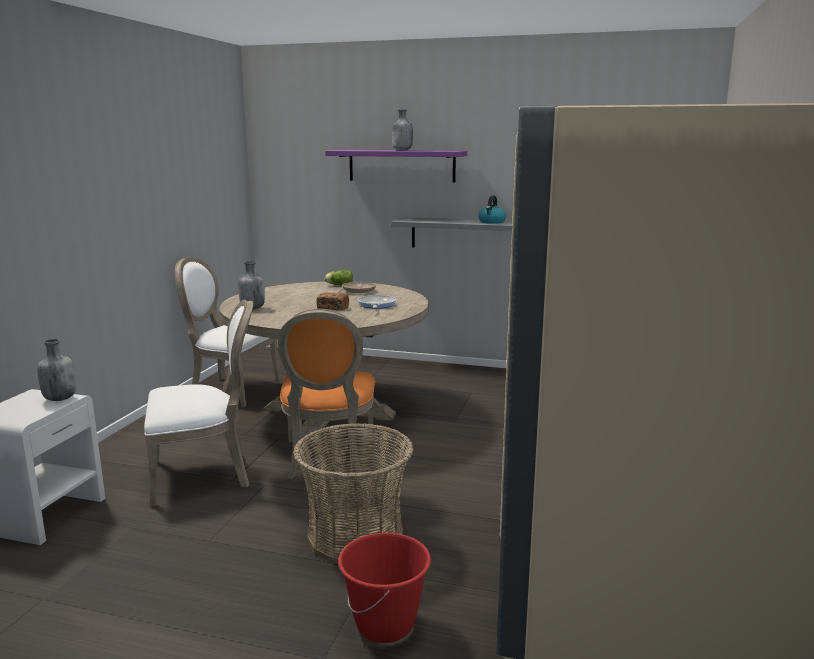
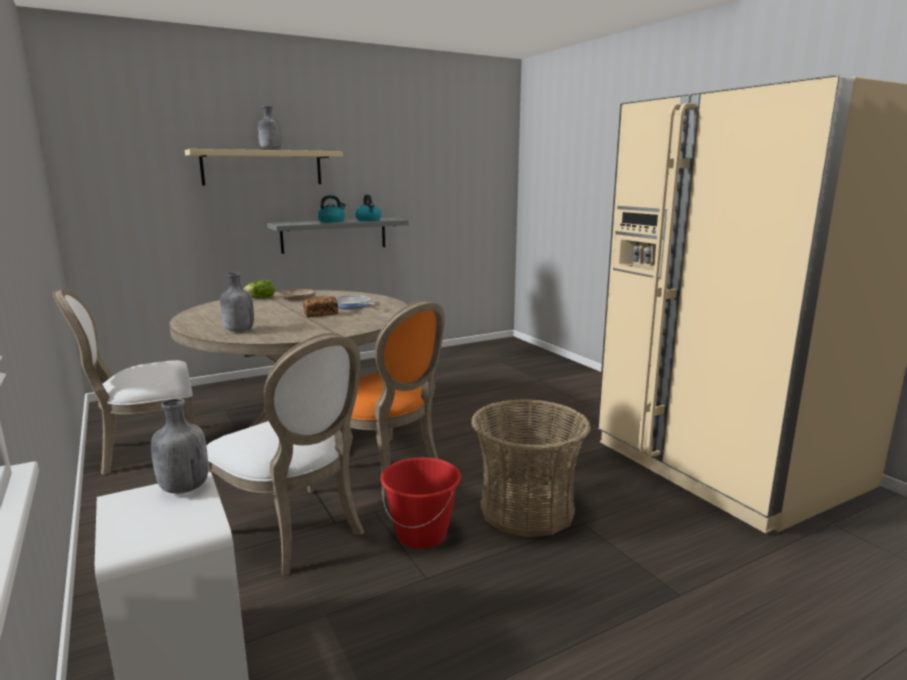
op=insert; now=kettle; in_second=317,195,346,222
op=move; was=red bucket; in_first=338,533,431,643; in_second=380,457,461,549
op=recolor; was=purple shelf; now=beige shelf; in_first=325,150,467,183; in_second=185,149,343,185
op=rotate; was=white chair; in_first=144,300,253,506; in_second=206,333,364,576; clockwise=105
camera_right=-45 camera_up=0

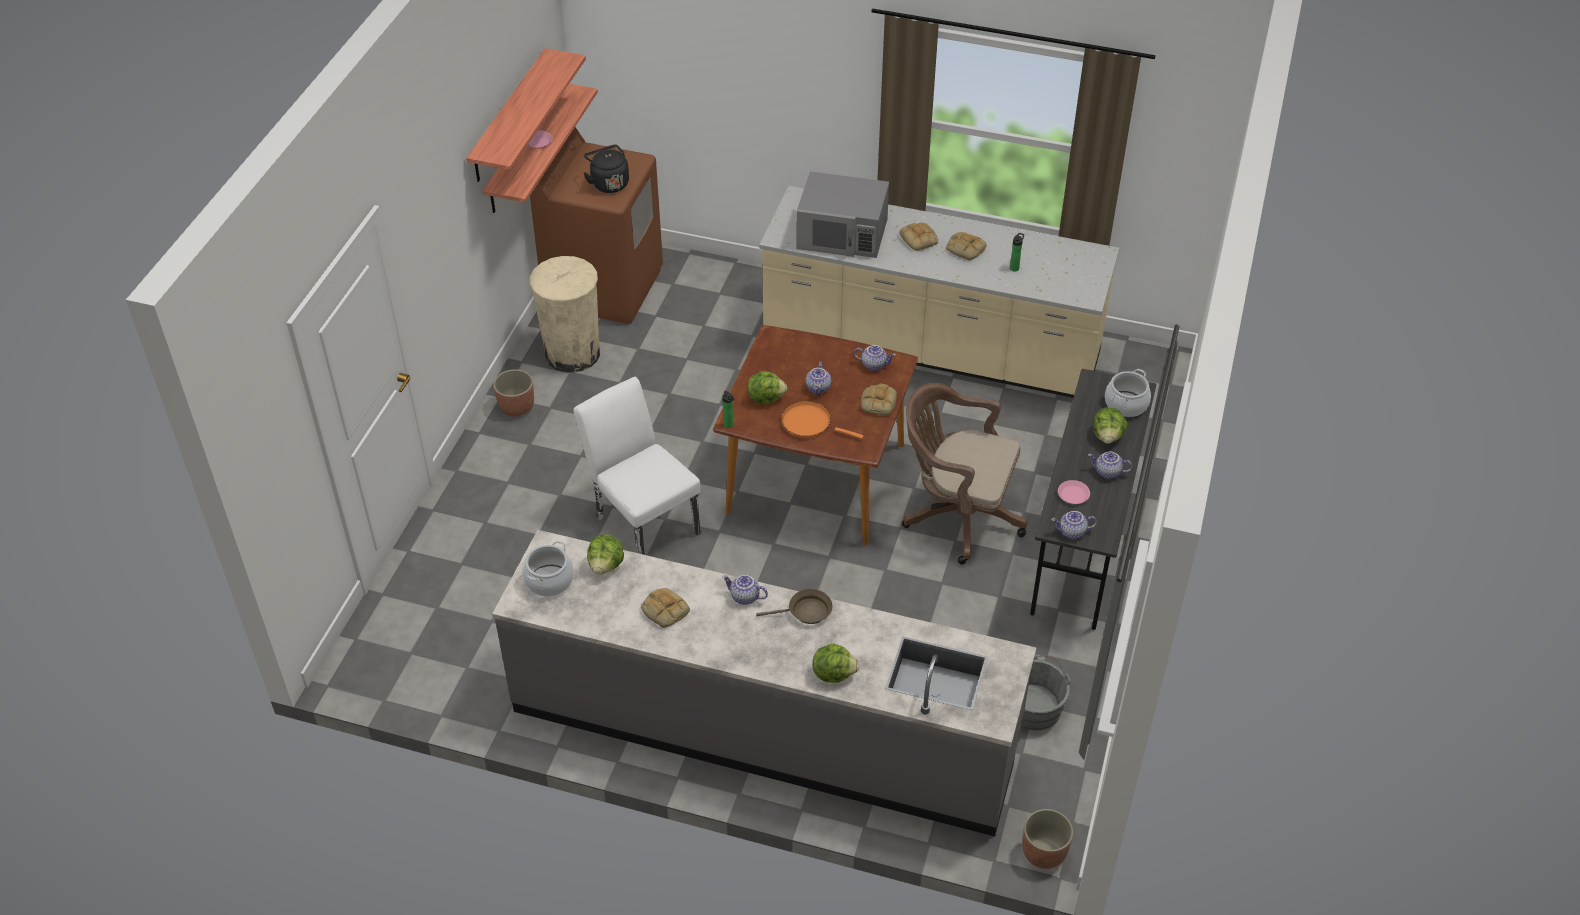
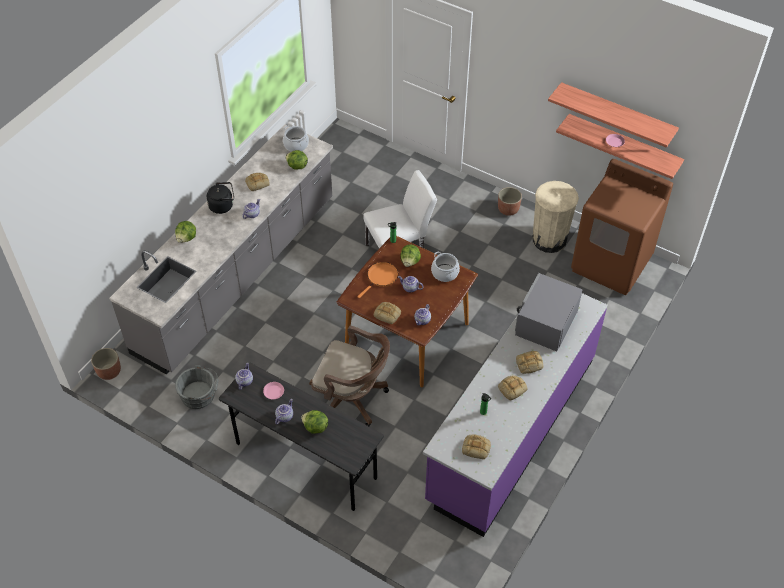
op=delete; was=brown frying pan; in_first=756,589,833,624
op=insert; now=bread; in_second=462,435,491,459
op=move; was=black kettle; in_first=584,144,629,193; in_second=206,182,234,214
op=move; was=cooking pot; in_first=1105,369,1151,417; in_second=431,252,460,282
op=recolor; was=beige counter; now=purple counter; in_first=759,186,1120,398; in_second=423,293,608,537
op=rotate; was=brown office chair; in_first=902,383,1028,564; in_second=309,326,390,427; clockwise=75
camera_right=105 camera_up=5

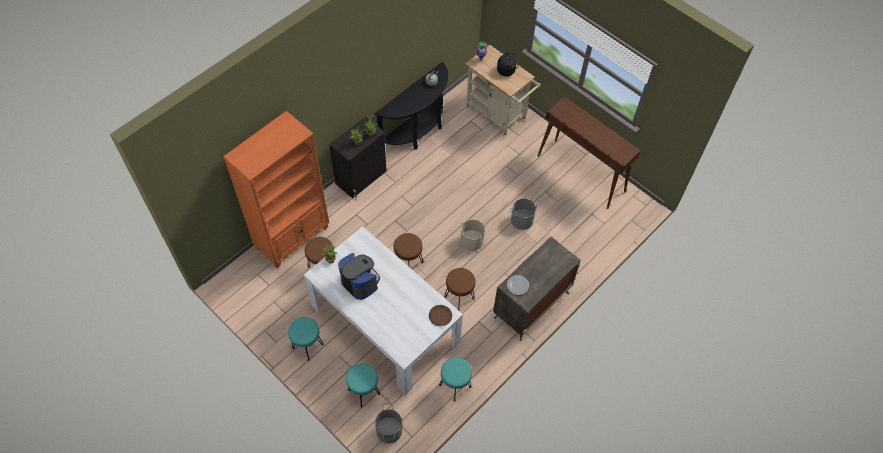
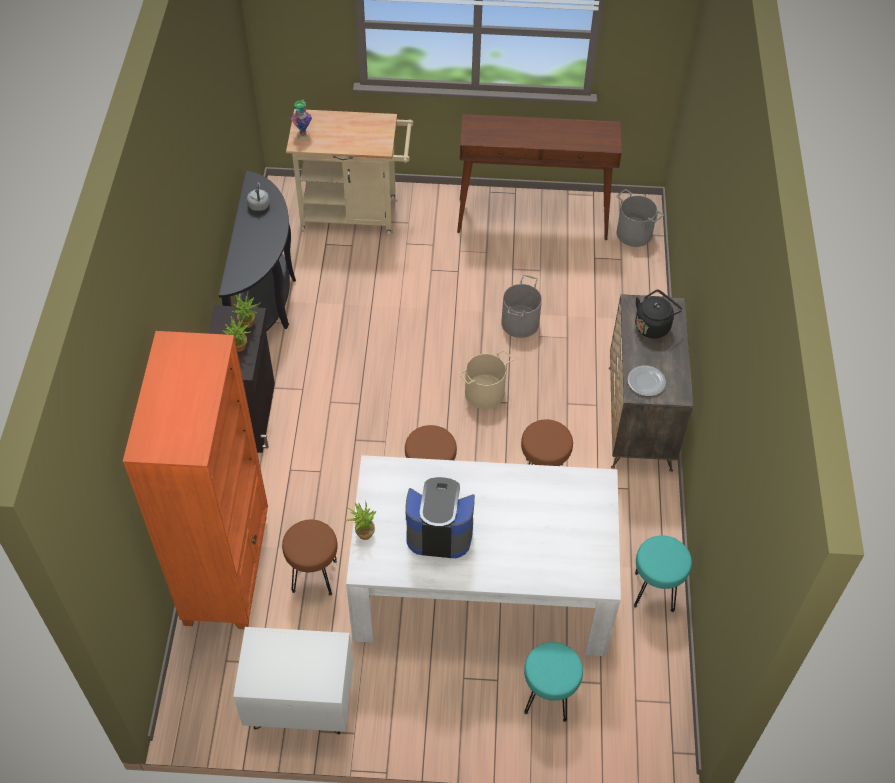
op=delete; was=turquoise stool; in_first=288,317,324,361
op=delete; was=brown plate; in_first=429,305,452,326
op=insert; now=white nightstand; in_second=233,627,353,734
op=move; was=grey bucket; in_first=375,403,402,443; in_second=616,189,664,247
op=move; was=black kettle; in_first=497,52,518,76; in_second=635,289,682,338
camera_right=-40 camera_up=-5

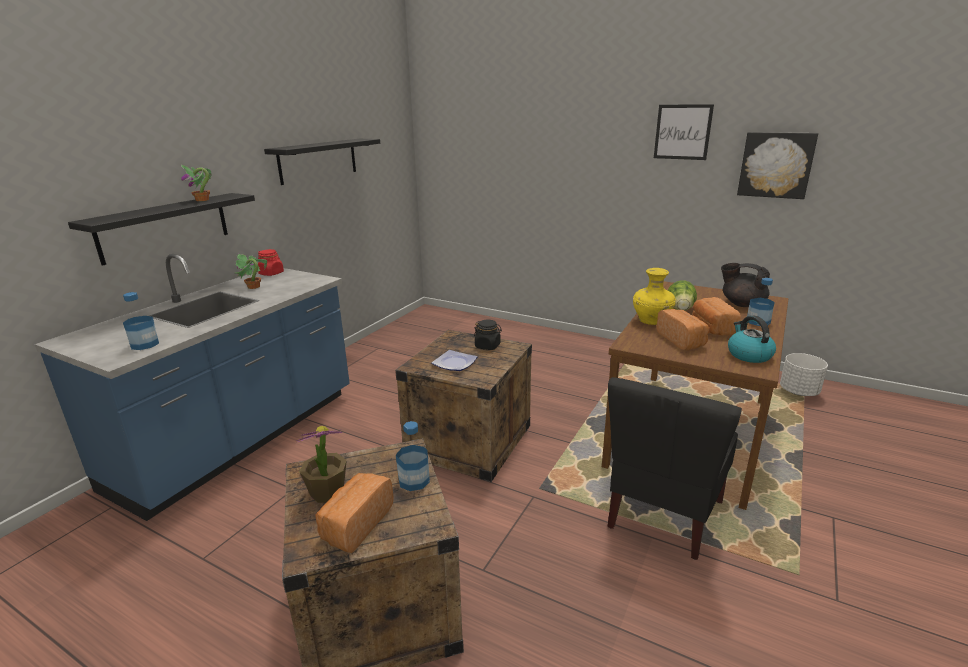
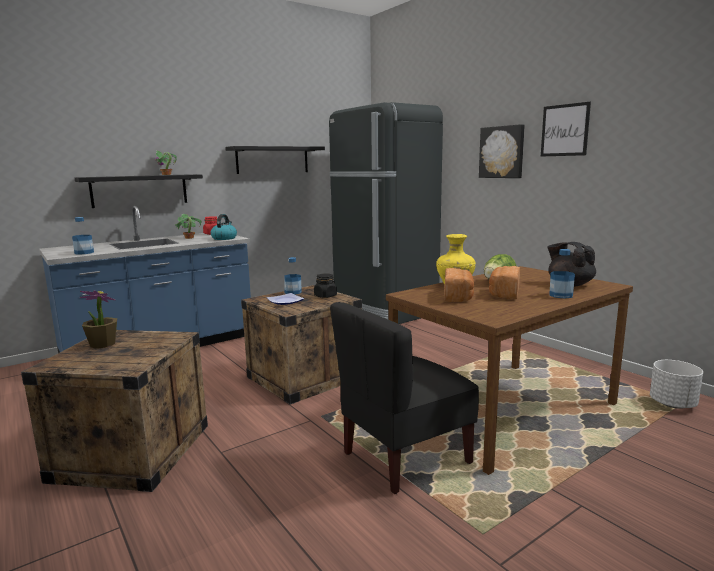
op=delete; was=bread; in_first=315,473,394,553
op=insert; now=black fridge; in_second=329,102,443,324
op=move; was=bottle; in_first=396,421,430,491; in_second=284,257,302,294
op=move; was=kettle; in_first=728,316,776,363; in_second=211,214,237,240
op=move; was=picture; in_first=737,132,818,199; in_second=479,124,525,178
camera_right=25 camera_up=-10

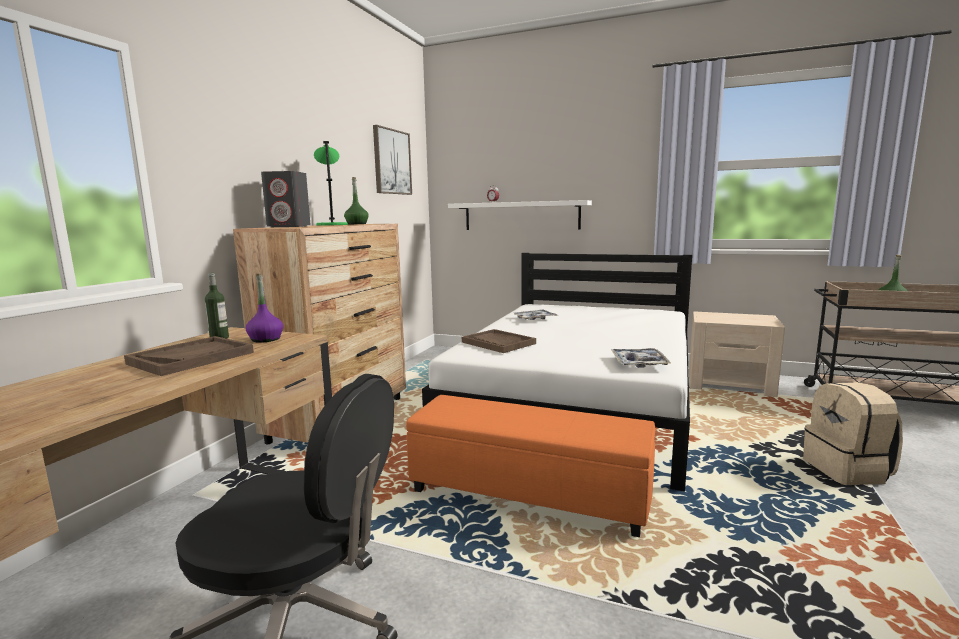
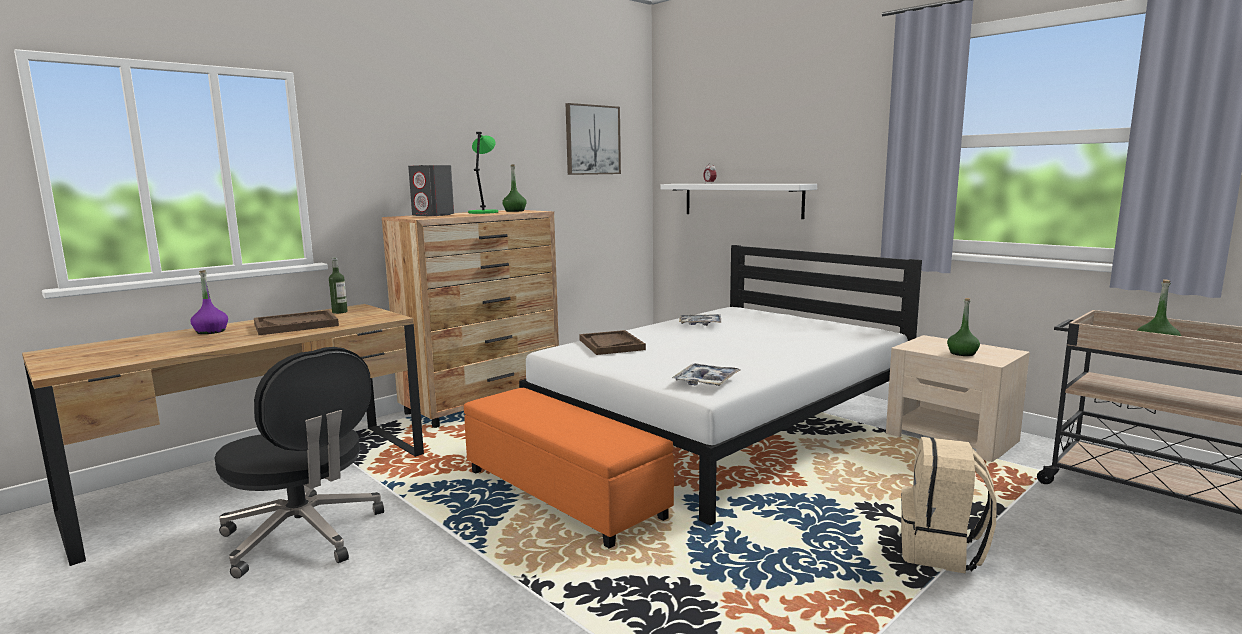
op=insert; now=green bottle; in_second=947,298,980,356
op=move; was=purple bottle; in_first=245,273,283,343; in_second=190,270,228,334
camera_right=25 camera_up=0

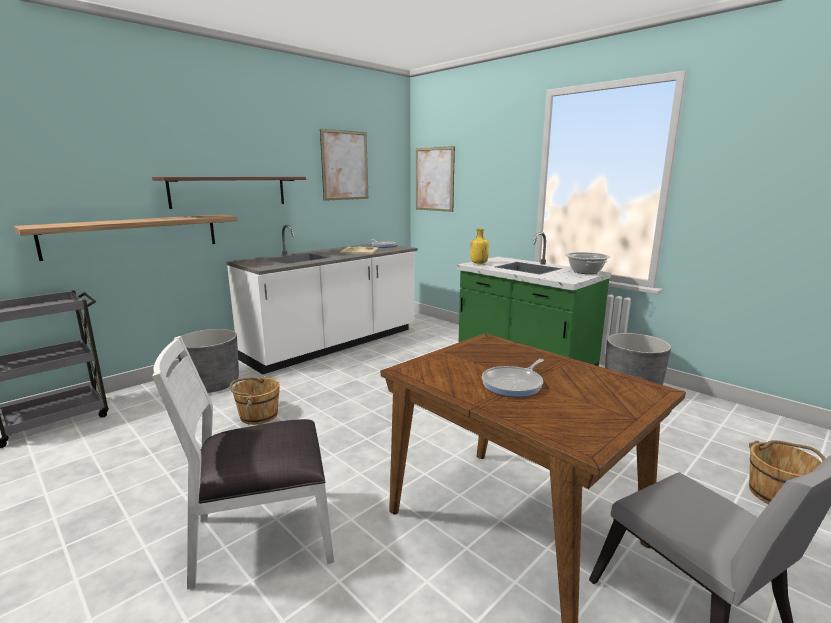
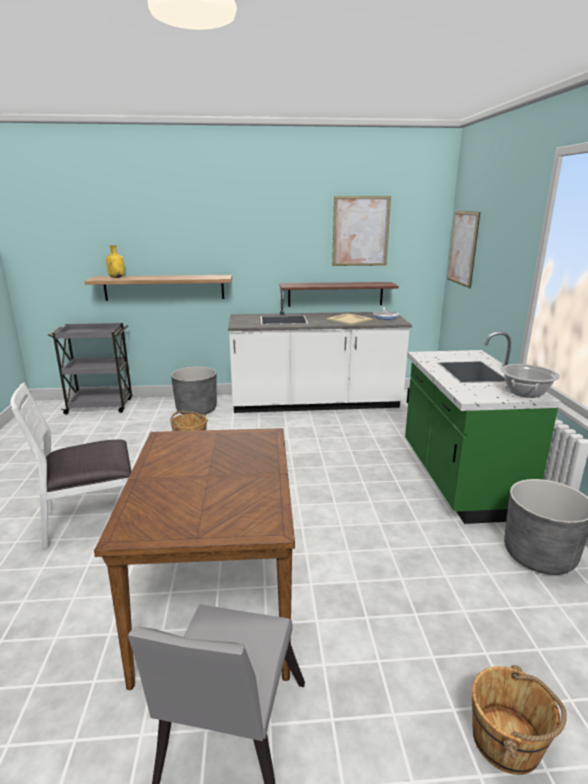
op=delete; was=frying pan; in_first=482,359,544,397
op=move; was=shelf; in_first=152,177,306,209; in_second=279,282,399,307
op=move; was=yellow bottle; in_first=470,229,489,264; in_second=106,245,125,278
op=rotate; was=white chair; in_first=152,336,334,589; in_second=10,383,132,550; clockwise=-45
camera_right=40 camera_up=5

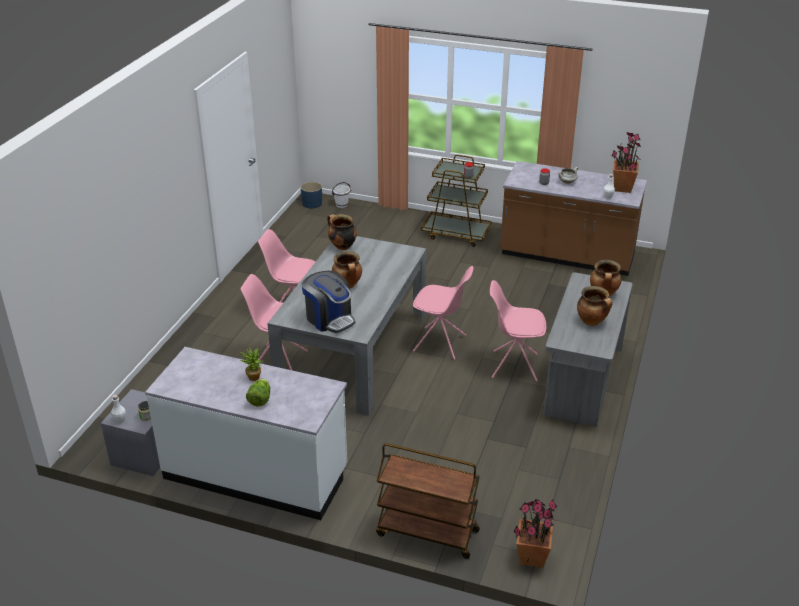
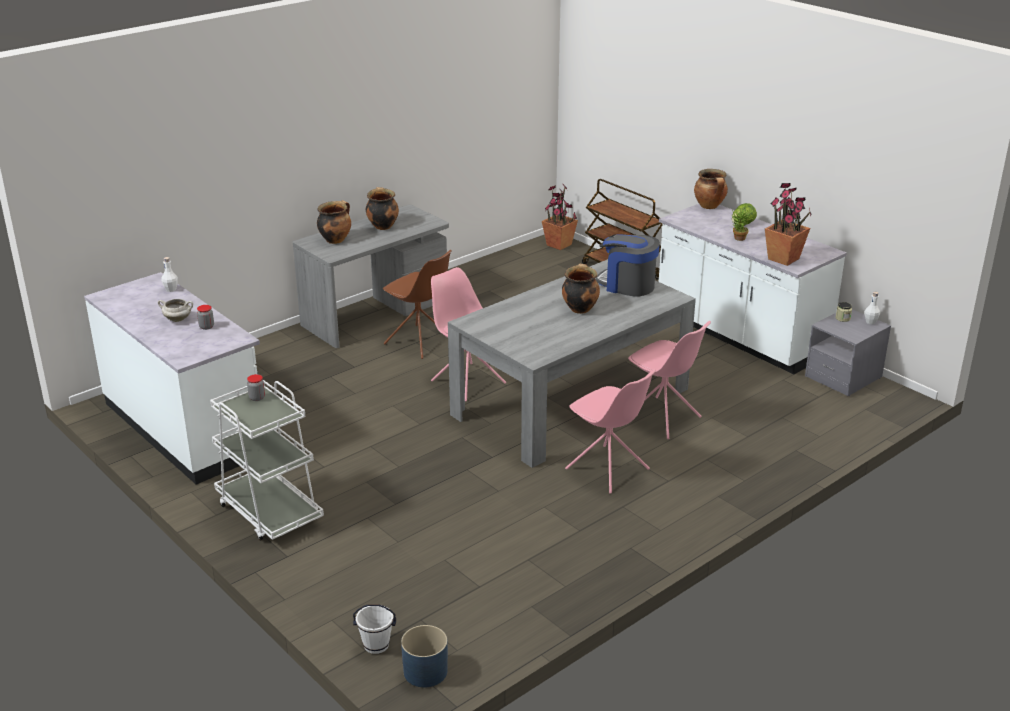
op=move; was=cooking pot; in_first=327,214,357,250; in_second=694,169,728,209
op=move; was=potted plant; in_first=611,132,641,193; in_second=765,183,812,266
op=recolor; was=brown cart; now=white cart; in_first=421,155,492,247; in_second=210,380,324,541
op=recolor; was=pink chair; now=brown chair; in_first=490,280,546,382; in_second=383,250,452,359
op=recolor; was=brown counter; now=white counter; in_first=500,161,647,276; in_second=84,272,260,485
op=rotate; was=coffee machine; in_first=302,271,355,333; in_second=595,234,660,297; clockwise=-45
camera_right=-150 camera_up=-5

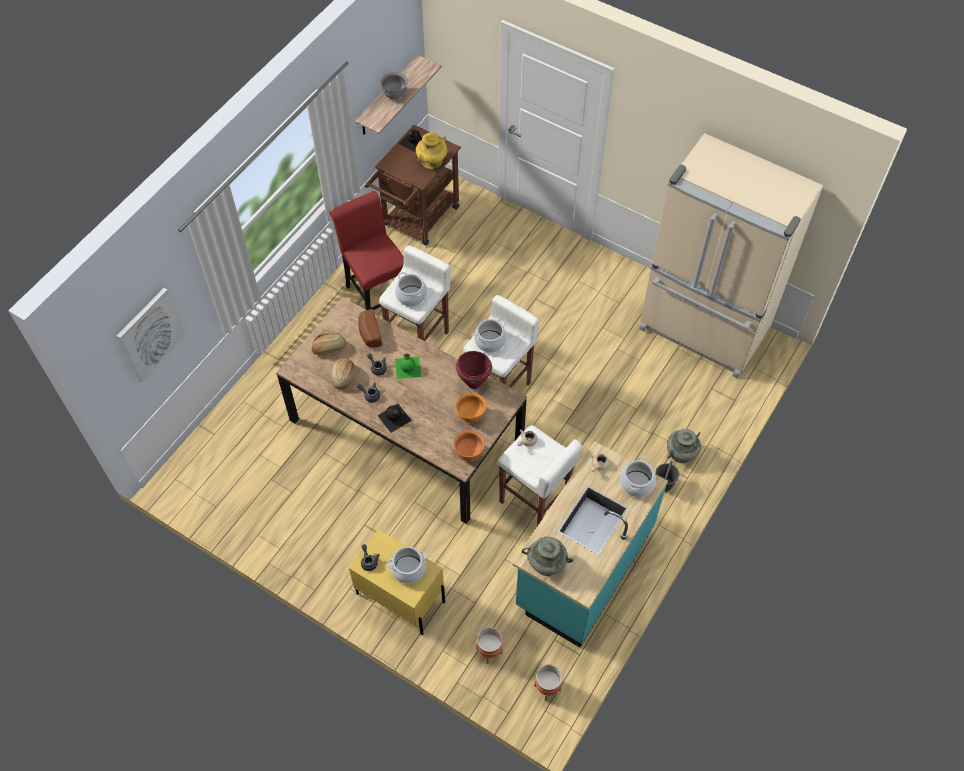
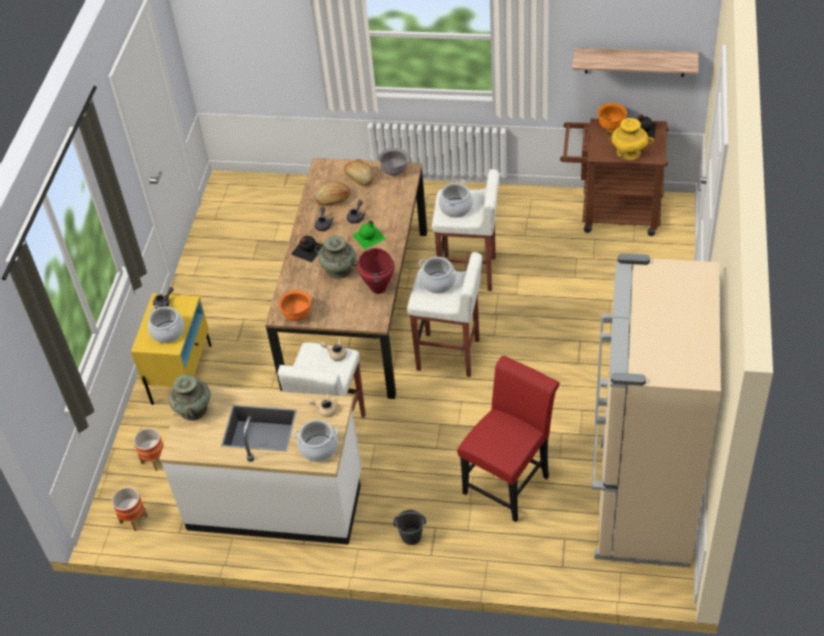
op=delete; was=picture; in_first=117,288,186,383
op=delete; was=bread; in_first=358,309,382,347
op=move; was=red chair; in_first=330,191,404,310; in_second=457,356,560,522
op=move; was=grey bowl; in_first=380,72,408,99; in_second=378,148,408,176
op=move; was=orange bowl; in_first=456,393,486,423; in_second=597,103,627,131
op=move; was=turquoise vase; in_first=667,429,701,463; in_second=315,236,358,279
op=recolor; was=turquoise counter; now=white counter; in_first=513,441,668,648; in_second=159,386,362,545
camera_right=70 camera_up=-10

